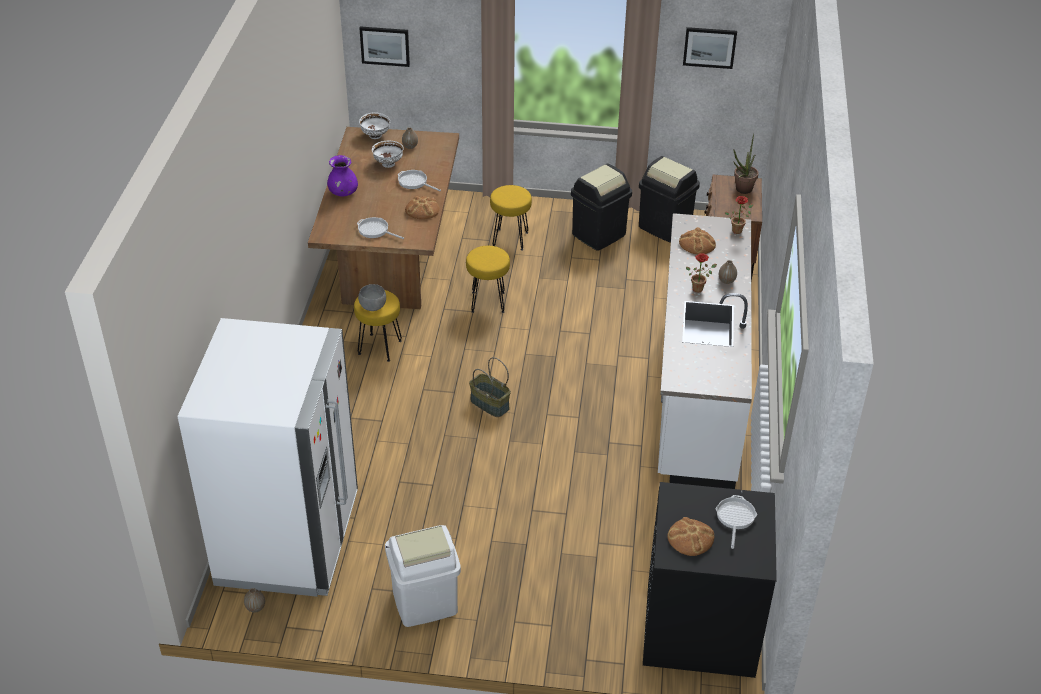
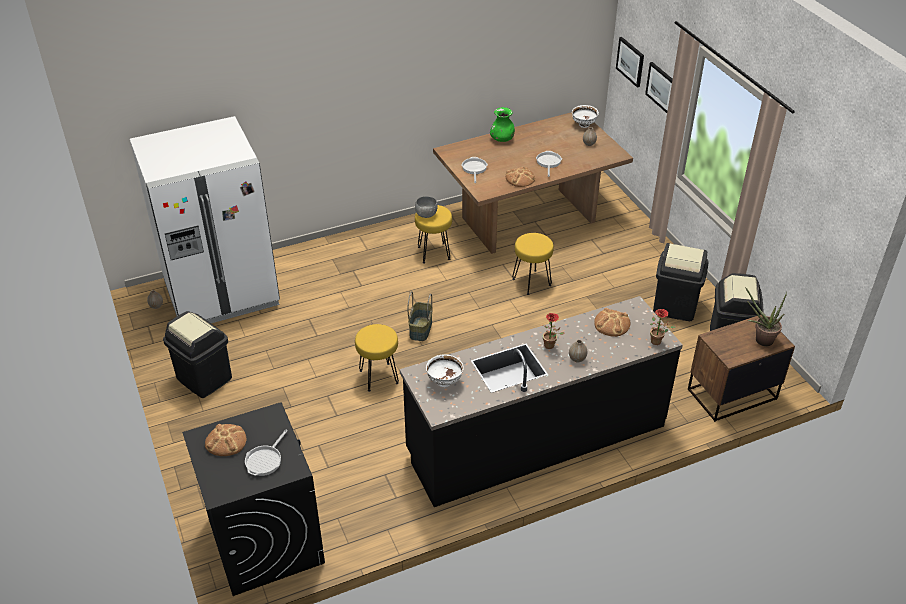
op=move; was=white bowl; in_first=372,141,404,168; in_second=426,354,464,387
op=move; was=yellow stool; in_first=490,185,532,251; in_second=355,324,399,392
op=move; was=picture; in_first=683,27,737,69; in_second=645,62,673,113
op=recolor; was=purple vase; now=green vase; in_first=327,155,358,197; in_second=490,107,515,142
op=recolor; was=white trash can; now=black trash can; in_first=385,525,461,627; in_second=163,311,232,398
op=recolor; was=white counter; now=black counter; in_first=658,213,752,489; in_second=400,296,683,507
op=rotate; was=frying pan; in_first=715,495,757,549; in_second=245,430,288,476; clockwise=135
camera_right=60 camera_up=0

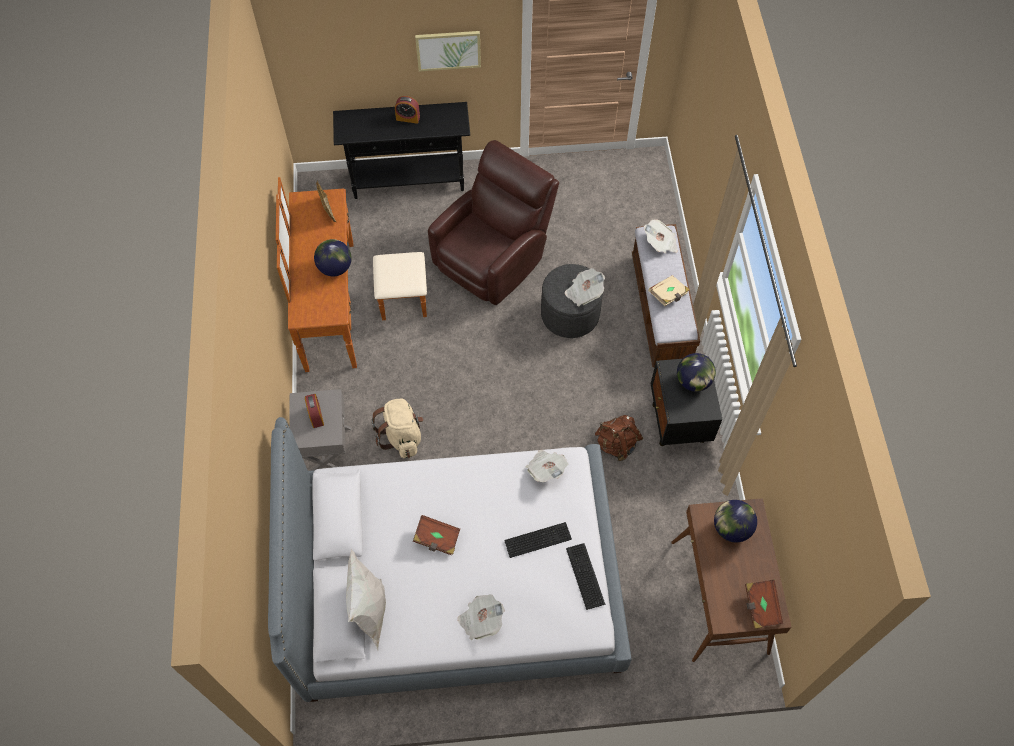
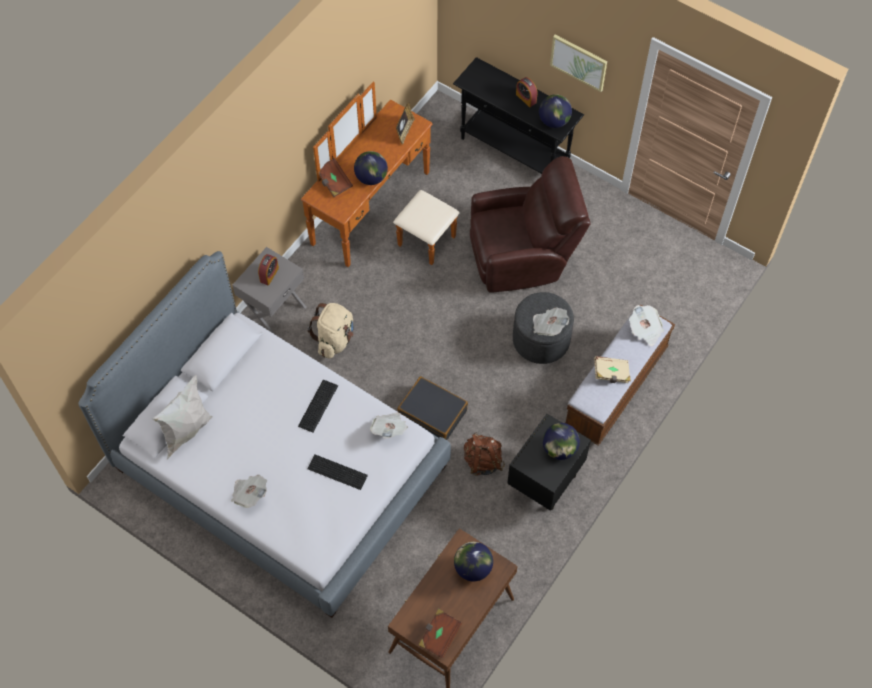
op=insert; now=black suitcase; in_second=397,377,468,440
op=insert; now=globe; in_second=539,94,572,128
op=move; was=brown book; in_first=413,515,460,555; in_second=319,158,353,197
op=move; was=keyboard; in_first=566,543,605,610; in_second=298,380,338,432
camera_right=40 camera_up=0

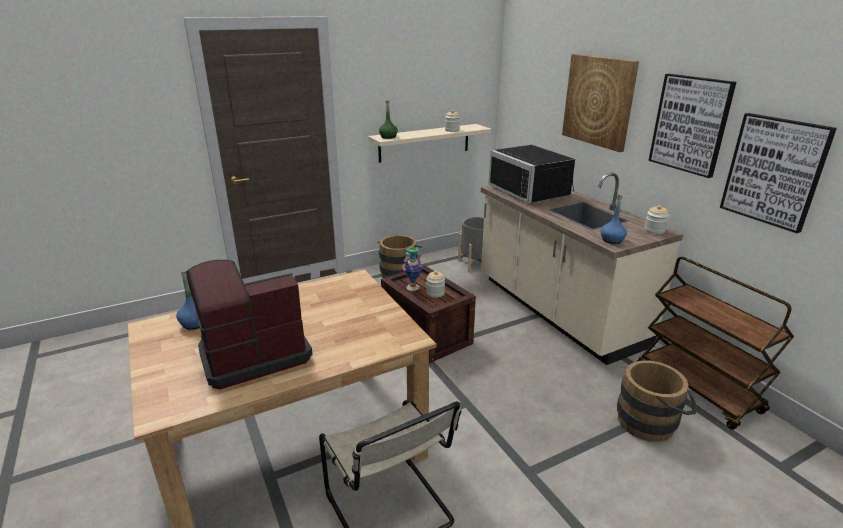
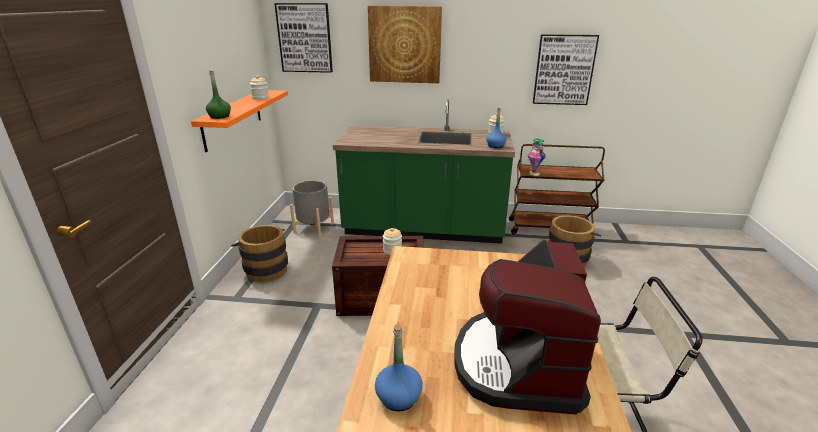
op=delete; was=black microwave; in_first=488,145,575,203
op=move; was=vase; in_first=402,247,423,291; in_second=527,138,546,176
op=move; was=picture; in_first=648,74,736,178; in_second=274,3,333,73
op=recolor; was=beige shelf; now=orange shelf; in_first=368,124,491,163; in_second=191,90,288,152
op=recolor; was=beige counter; now=green counter; in_first=481,172,683,365; in_second=333,99,515,244
camera_right=-55 camera_up=0

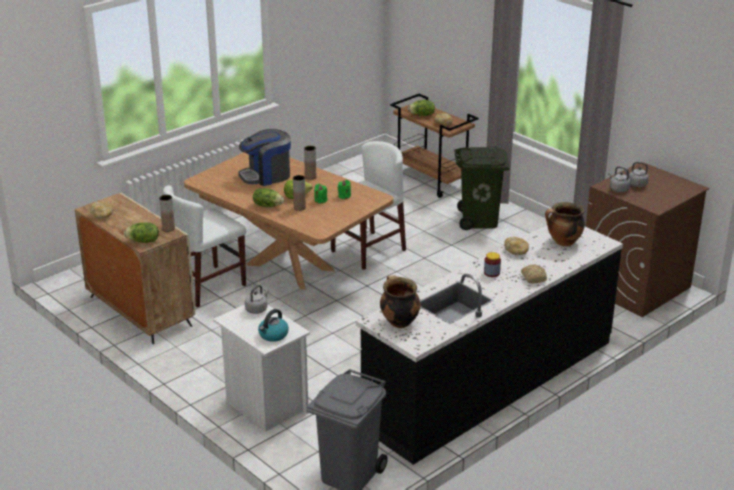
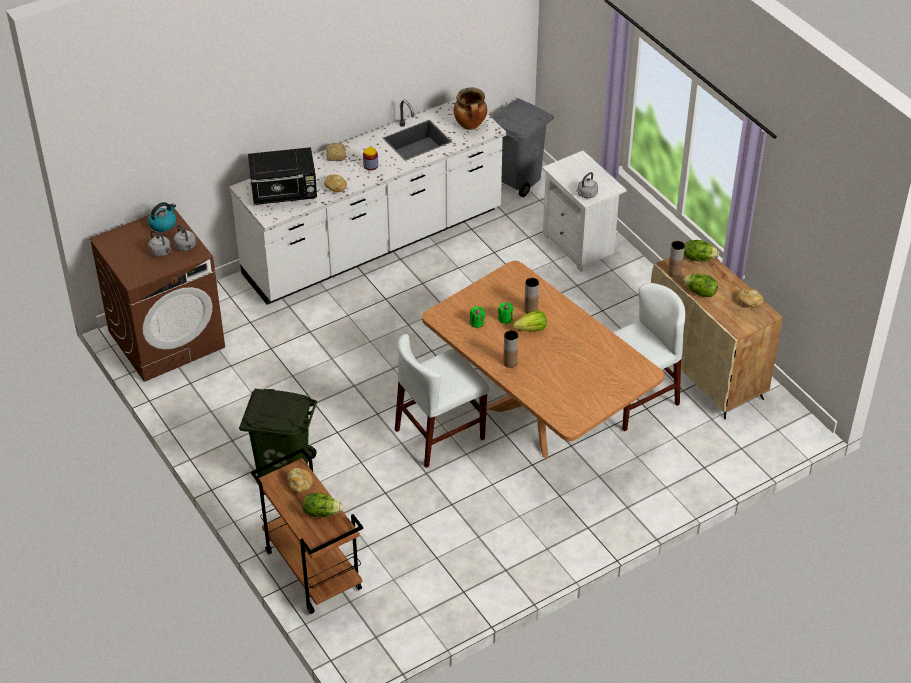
op=delete; was=coffee machine; in_first=238,129,291,186
op=move; was=lettuce; in_first=253,188,284,207; in_second=682,274,718,297
op=move; was=kettle; in_first=258,309,289,342; in_second=148,202,176,232
op=replace; was=cooking pot; now=black microwave; in_first=545,202,585,246; in_second=248,147,317,205
op=recolor; was=black counter; now=white counter; in_first=356,225,623,465; in_second=229,99,506,305
camera_right=-170 camera_up=15

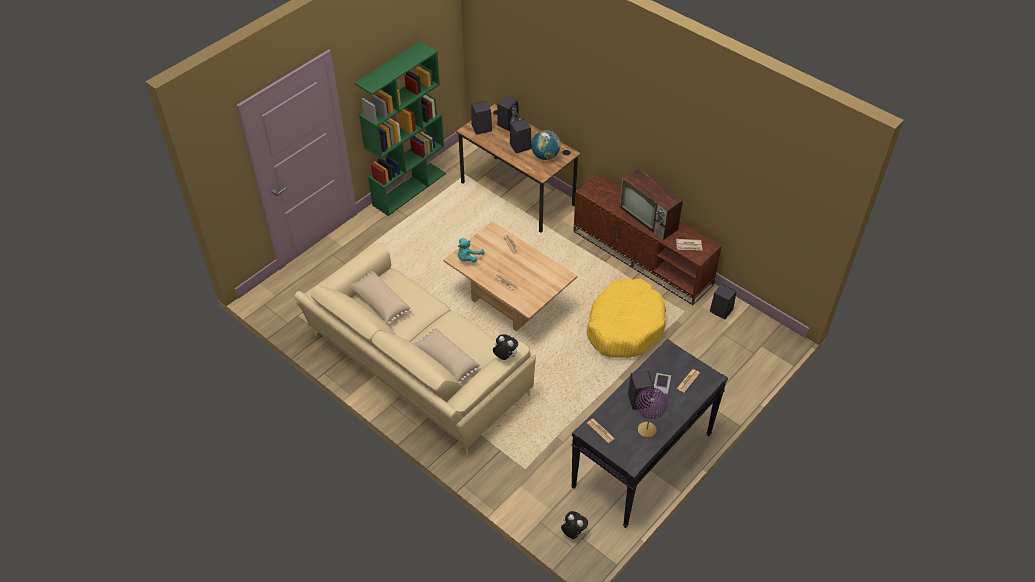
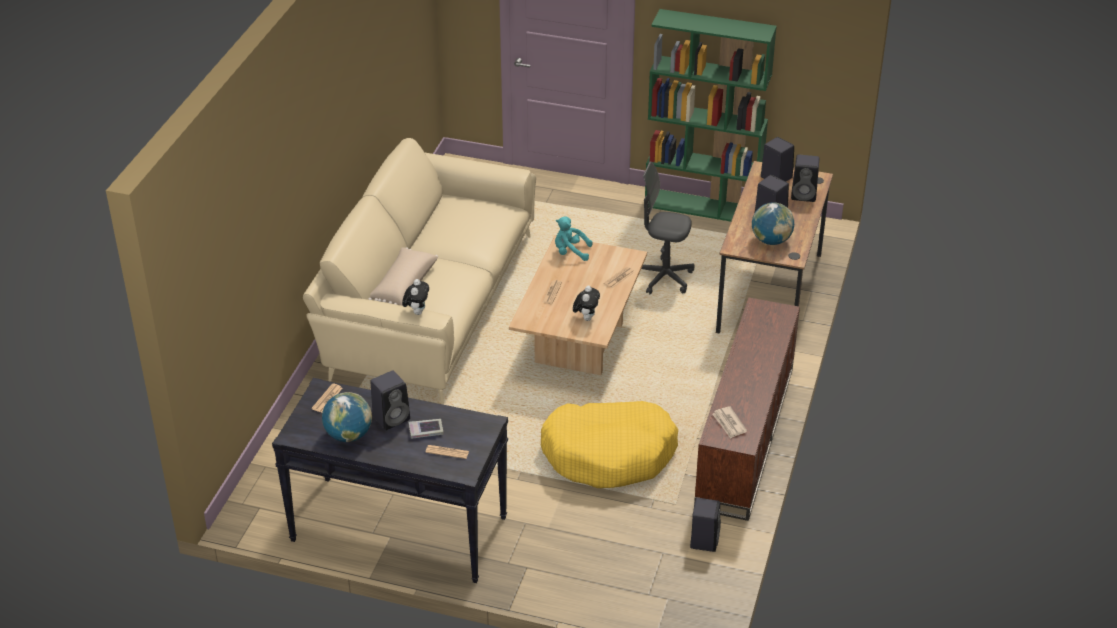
op=delete; was=beige pillow; in_first=350,271,412,324
op=delete; was=television; in_first=619,169,683,240
op=insert; now=grey office chair; in_second=641,161,694,294
op=move; was=plush toy; in_first=561,511,588,539; in_second=573,286,600,321
op=replace; was=purple table lamp; now=globe; in_first=635,387,668,438; in_second=322,392,372,442
camera_right=65 camera_up=-10

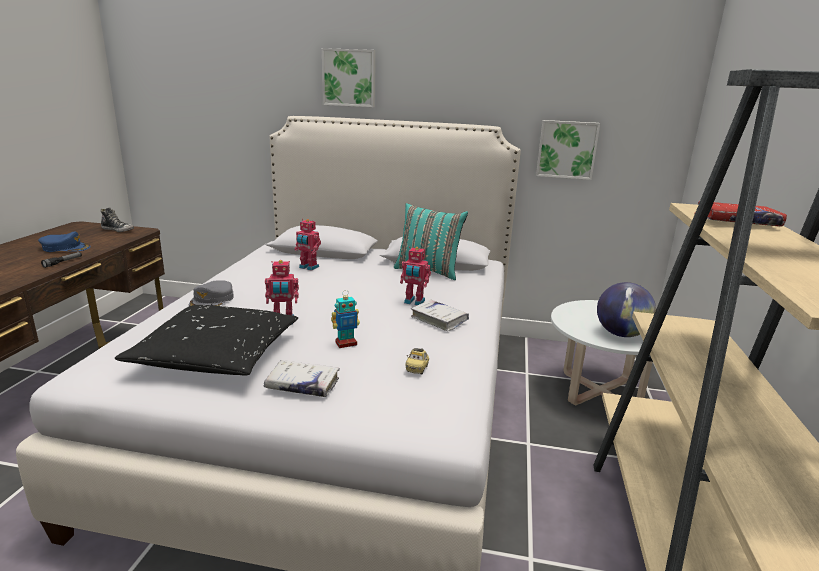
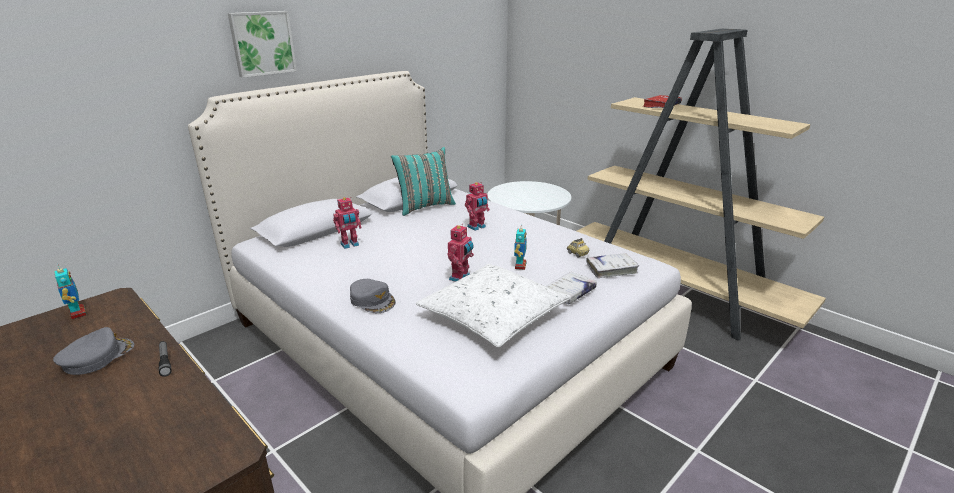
op=delete; was=picture; in_first=536,120,600,180
op=delete; was=globe; in_first=597,282,656,337
op=move; was=white book; in_first=411,300,469,331; in_second=586,253,639,278
op=replace; was=shoe; now=toy robot; in_first=100,207,134,232; in_second=54,265,87,319
op=recolor; was=blue cap; now=grey cap; in_first=38,232,91,252; in_second=53,327,134,375
op=recolor; was=black pillow; now=white pillow; in_first=115,305,298,376; in_second=416,264,571,347
camera_right=-55 camera_up=5

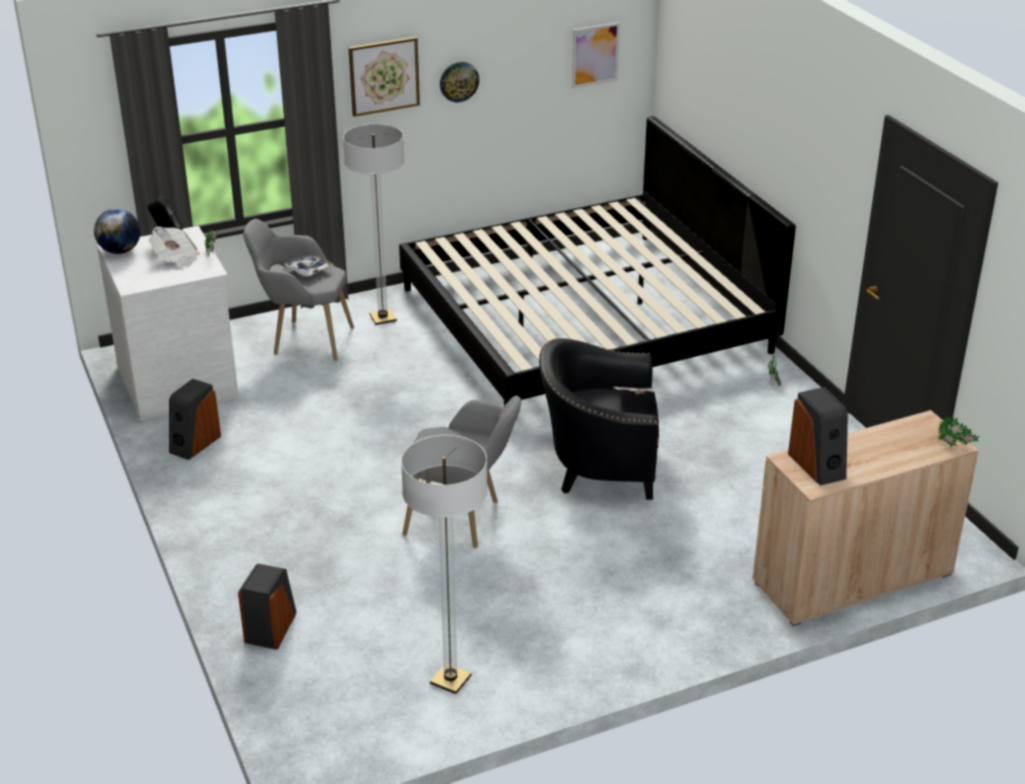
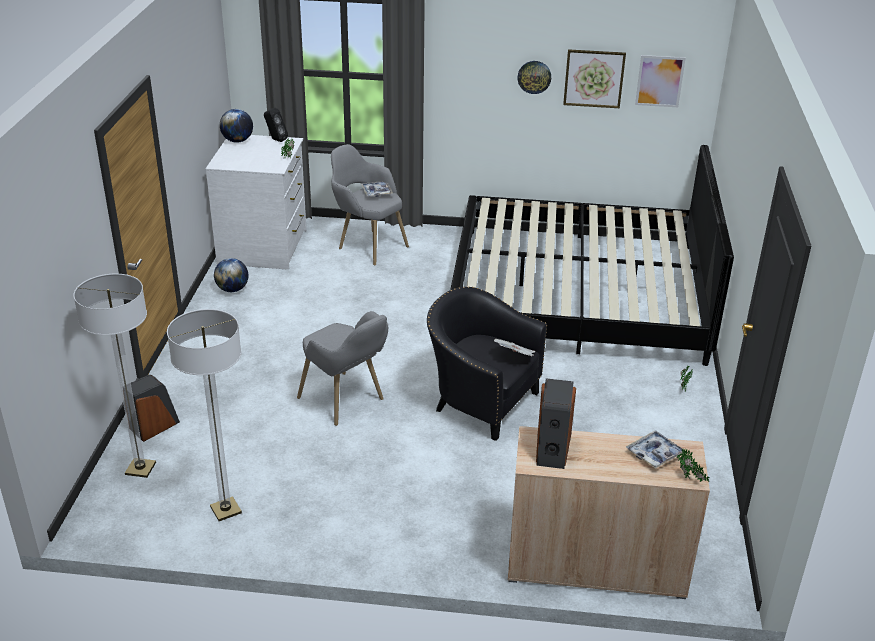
op=delete; was=newspaper; in_first=149,227,200,268
op=insert; now=tray; in_second=626,430,683,469
op=move; was=floor lamp; in_first=343,124,405,325; in_second=73,274,156,478
op=move; was=picture; in_first=348,37,420,117; in_second=563,49,626,108
op=replace; was=speaker; now=globe; in_first=169,379,221,460; in_second=214,258,248,292
camera_right=30 camera_up=0

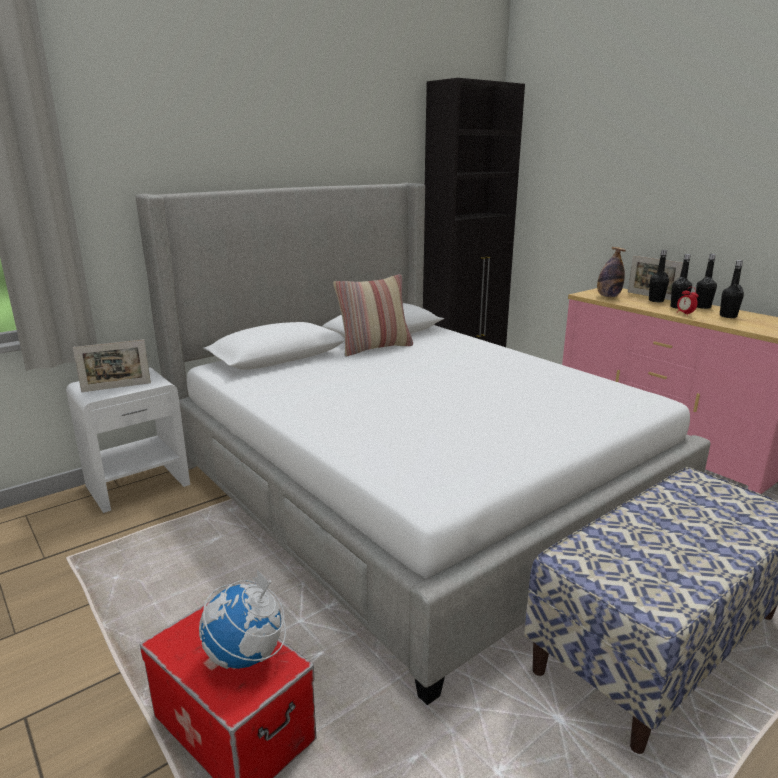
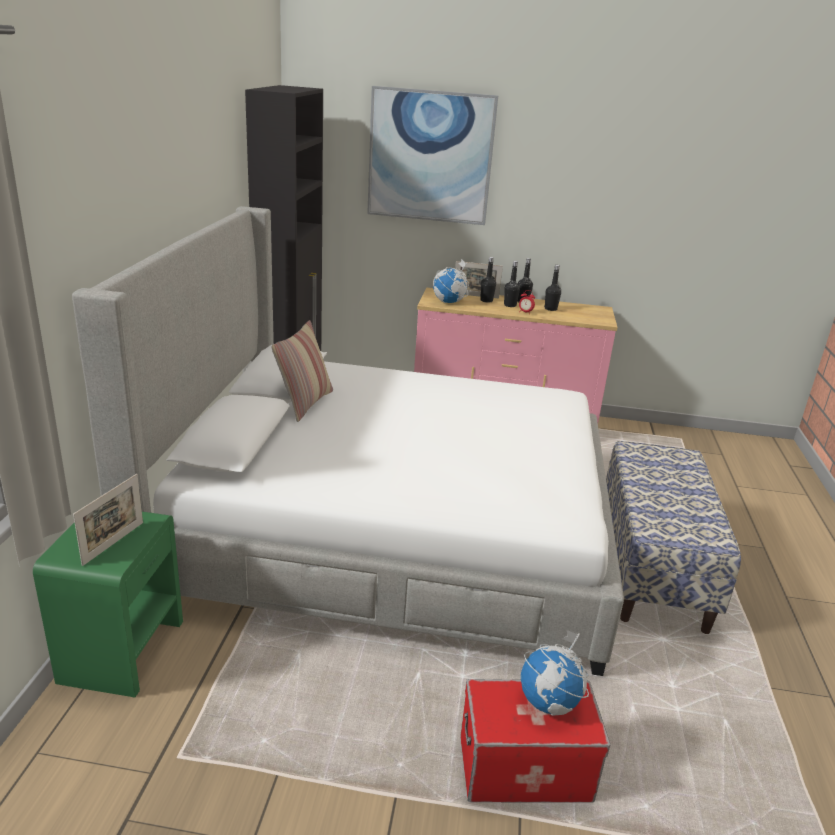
op=insert; now=picture; in_second=367,86,498,225
op=replace; was=bottle; now=globe; in_first=597,247,626,297; in_second=433,259,469,303
op=recolor; was=white nightstand; now=green nightstand; in_first=66,367,190,513; in_second=33,512,183,697
camera_right=-45 camera_up=5

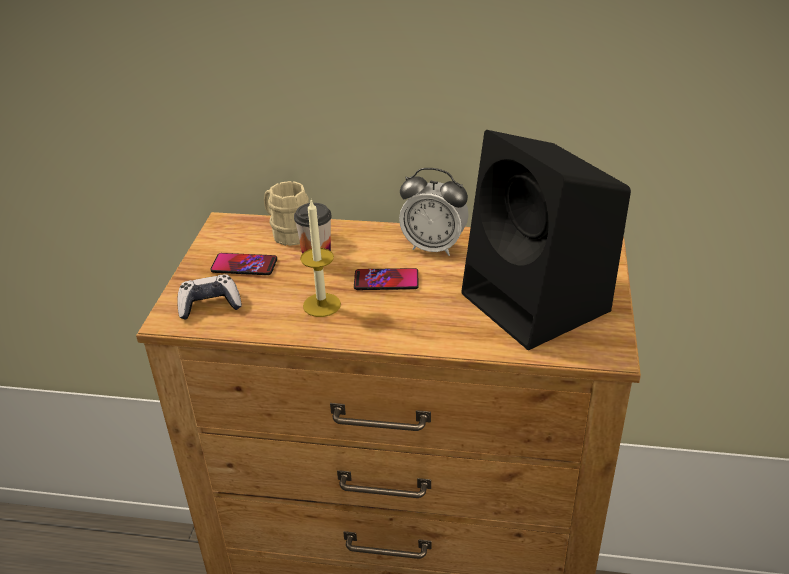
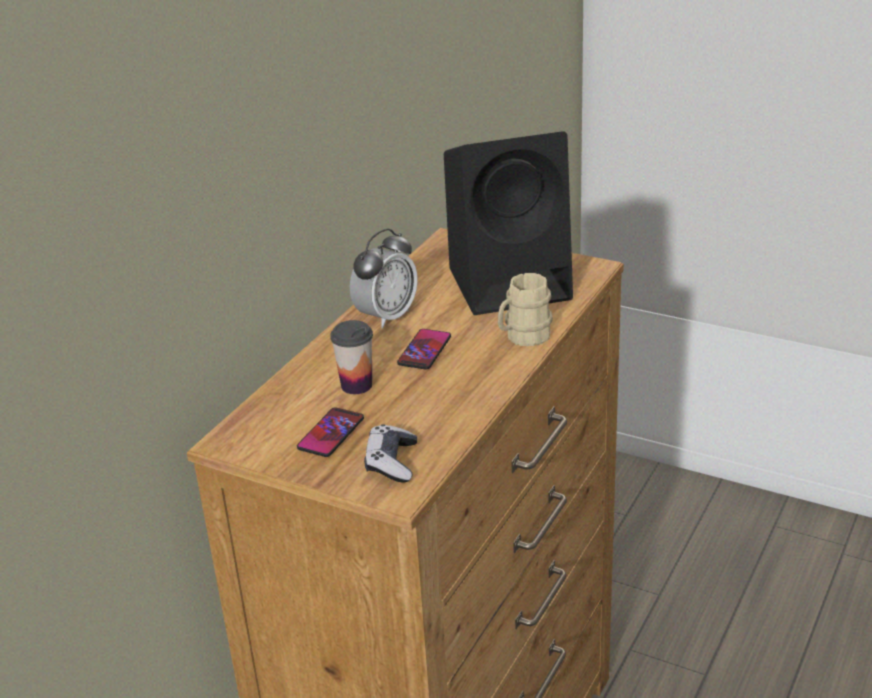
op=delete; was=candle; in_first=300,200,341,317
op=move; was=beige mug; in_first=264,181,309,246; in_second=498,273,553,346
camera_right=-70 camera_up=-5

